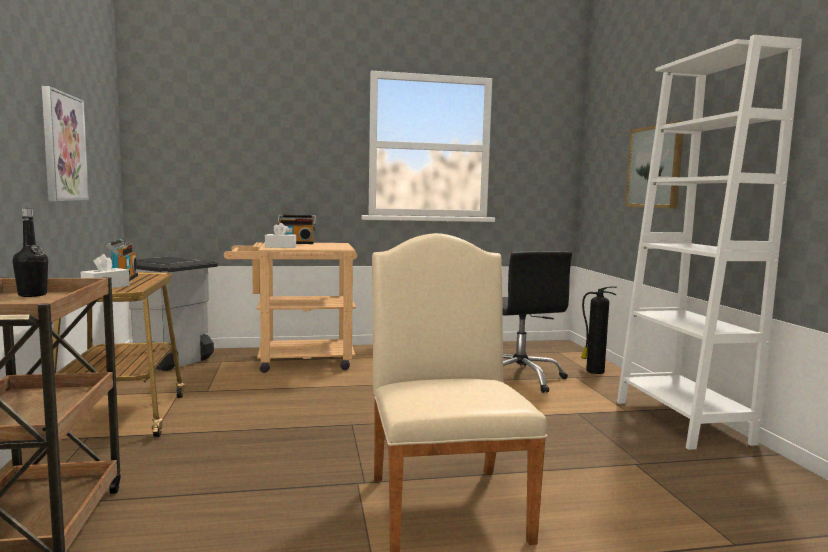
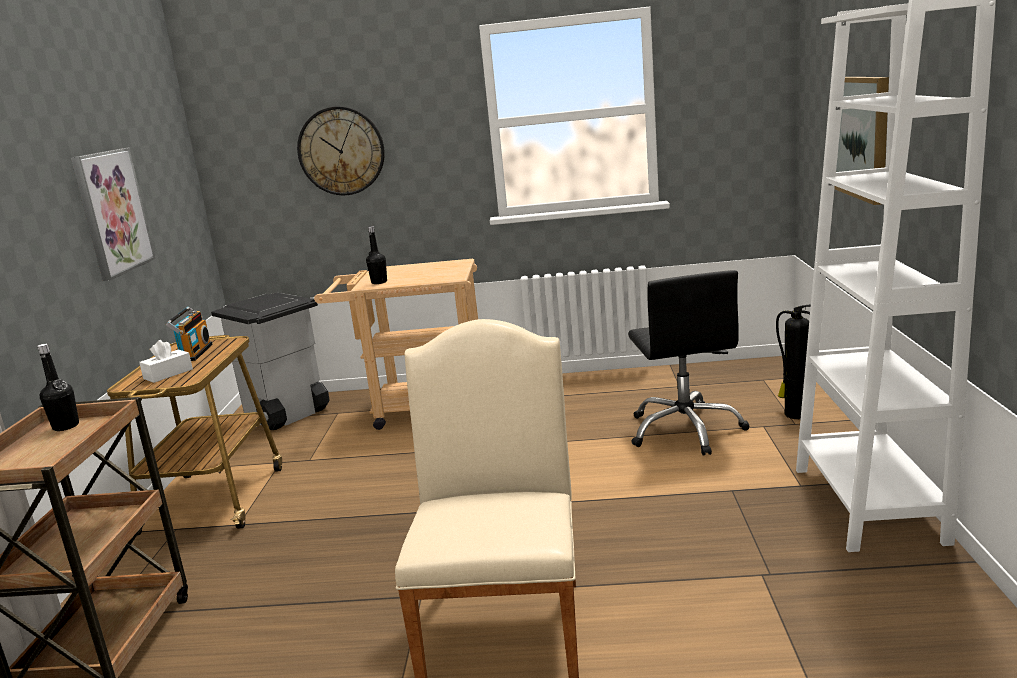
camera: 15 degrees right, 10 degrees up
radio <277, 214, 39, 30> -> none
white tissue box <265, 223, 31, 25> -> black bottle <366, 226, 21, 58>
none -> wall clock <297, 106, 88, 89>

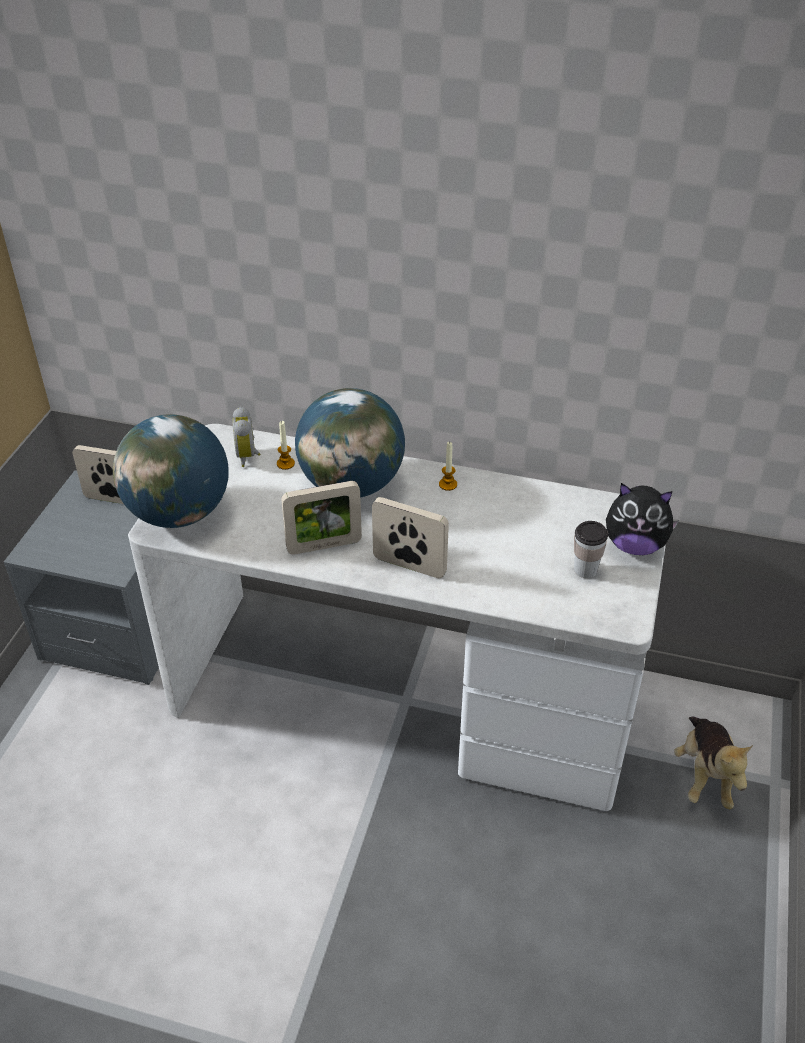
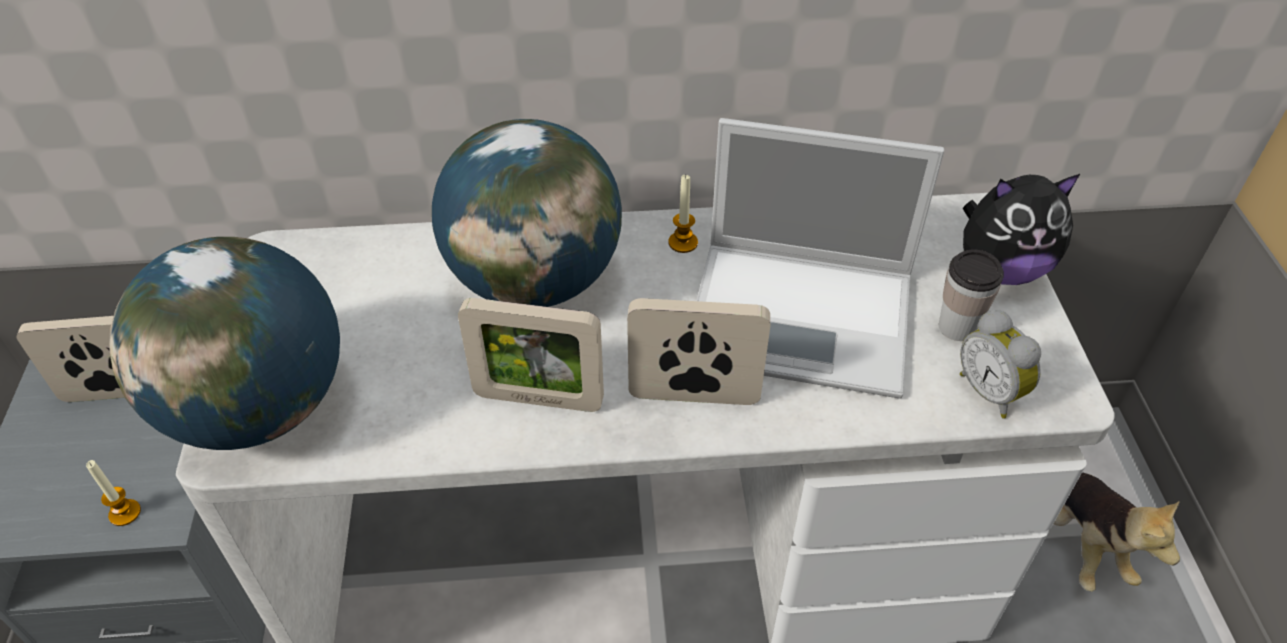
camera: 20 degrees left, 5 degrees up
alarm clock <232, 407, 28, 60> -> alarm clock <960, 309, 81, 109>, relocated
candle <277, 421, 18, 49> -> candle <86, 460, 55, 66>, relocated
picture frame <281, 481, 81, 74> -> picture frame <458, 298, 146, 114>, 45 degrees clockwise
none -> laptop <696, 118, 248, 281>

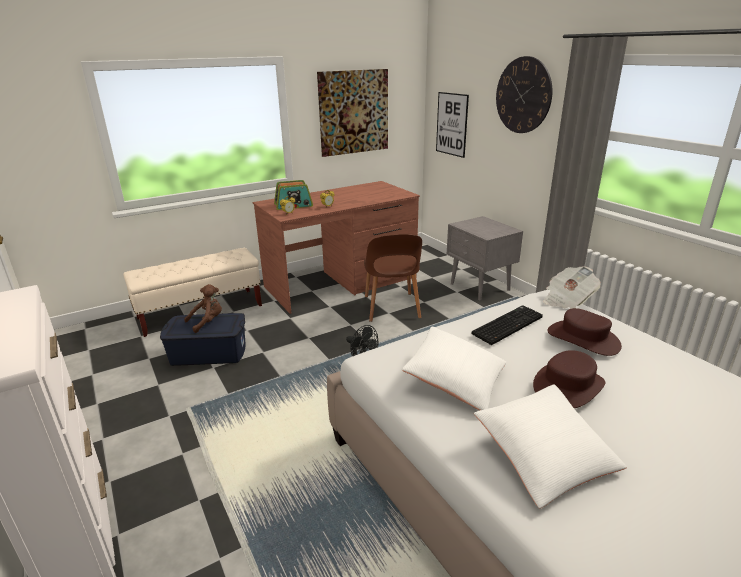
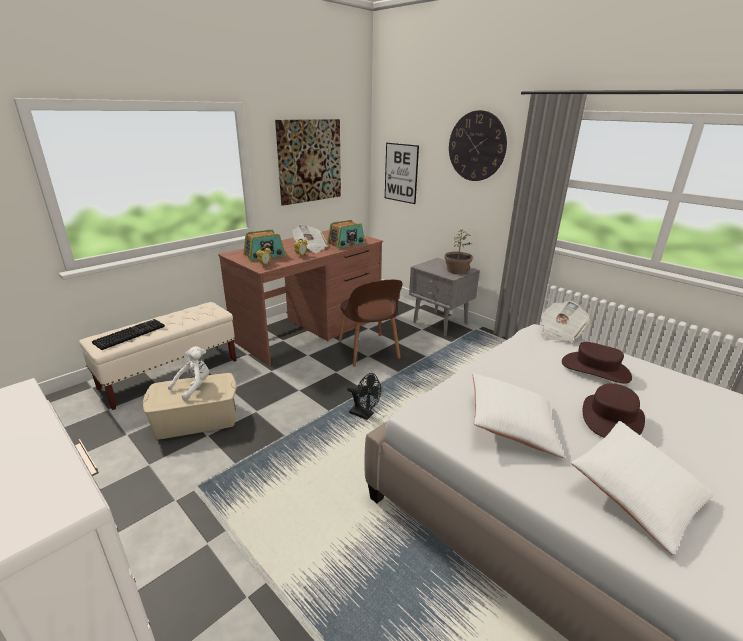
camera: 15 degrees left, 0 degrees up
brown plush toy <184, 284, 38, 49> -> white plush toy <168, 346, 41, 55>
keyboard <471, 305, 72, 40> -> keyboard <92, 319, 73, 31>, relocated
blue storage box <160, 313, 86, 53> -> beige storage box <143, 373, 94, 67>
none -> radio <327, 220, 38, 29>
none -> newspaper <292, 225, 36, 28>
none -> potted plant <444, 230, 29, 44>

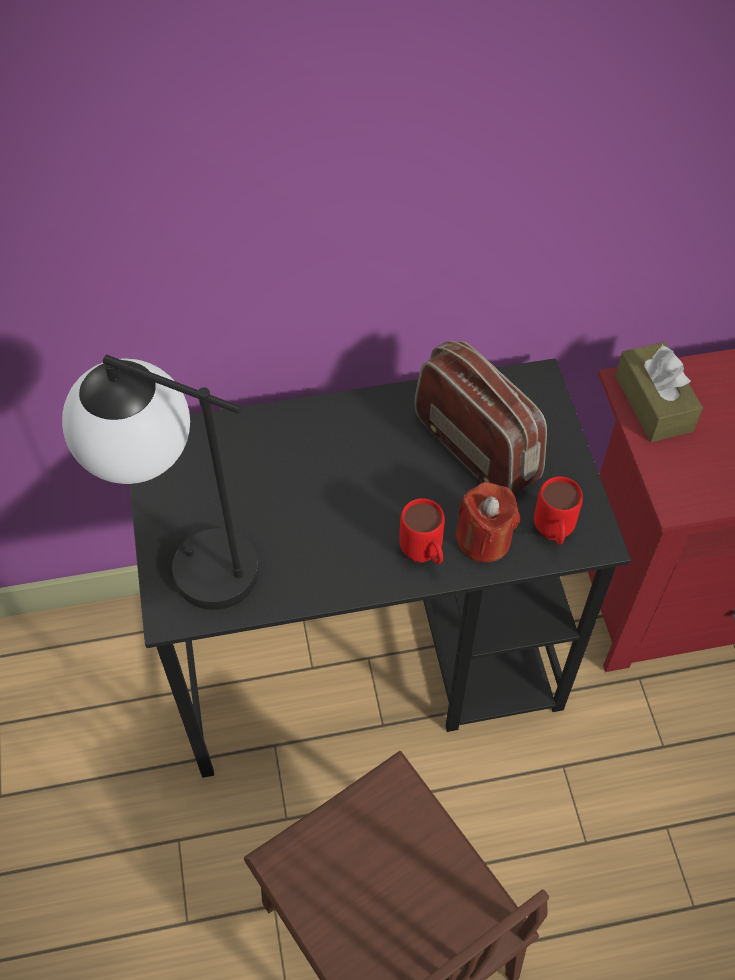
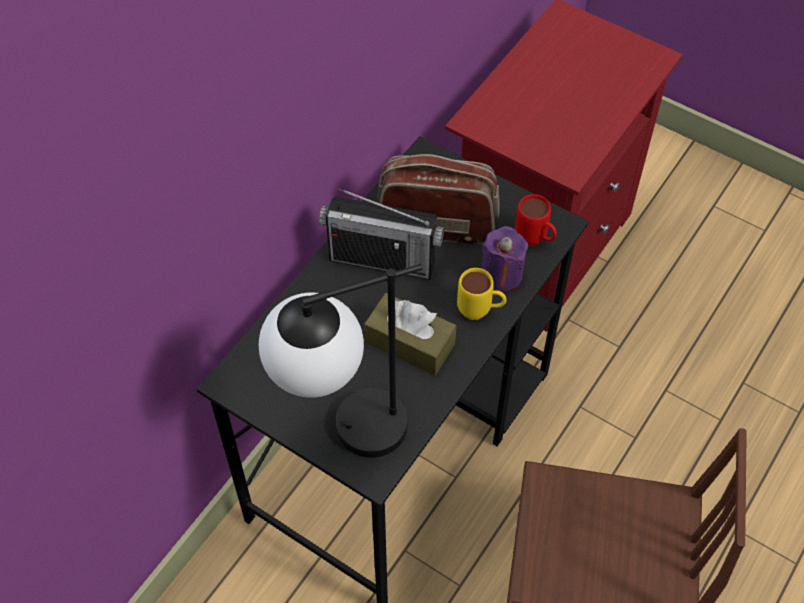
camera: 45 degrees left, 0 degrees up
brown tissue box <615, 342, 88, 100> -> brown tissue box <364, 293, 93, 82>, relocated
red candle <455, 482, 65, 81> -> purple candle <481, 226, 47, 66>
red mug <399, 498, 46, 66> -> yellow mug <457, 268, 50, 52>
none -> radio <319, 188, 125, 92>

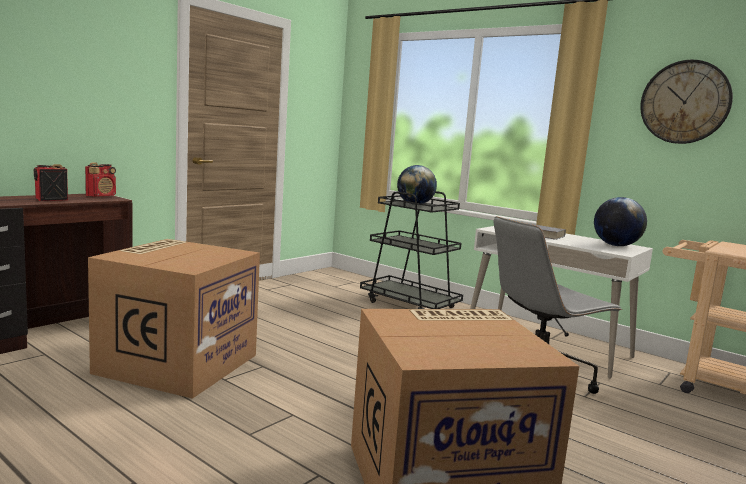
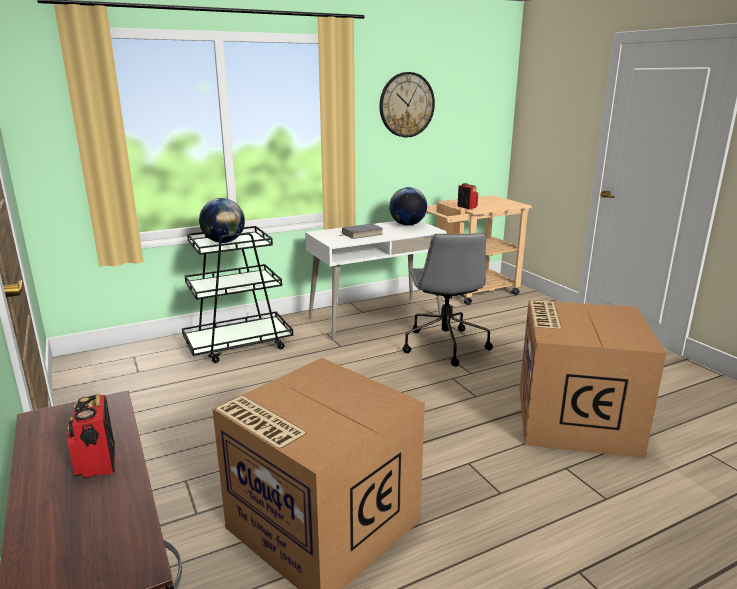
camera: 65 degrees left, 10 degrees up
radio <85, 162, 31, 35> -> radio <457, 183, 21, 26>, relocated

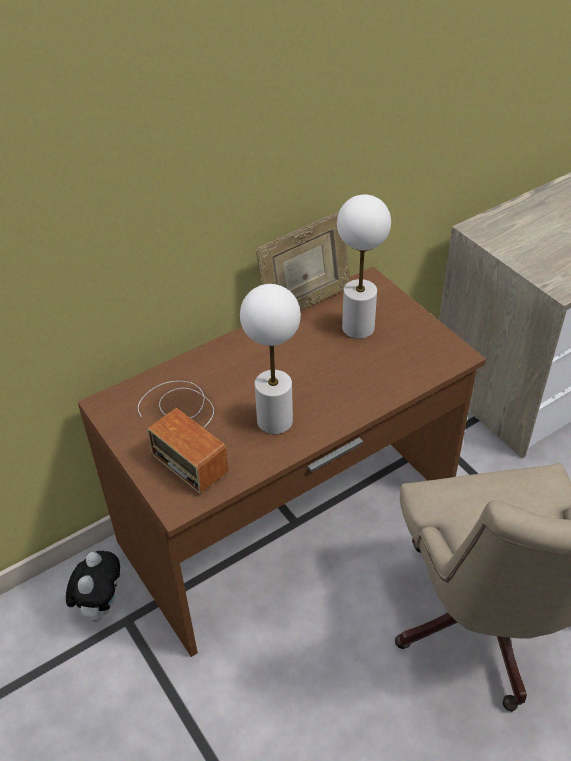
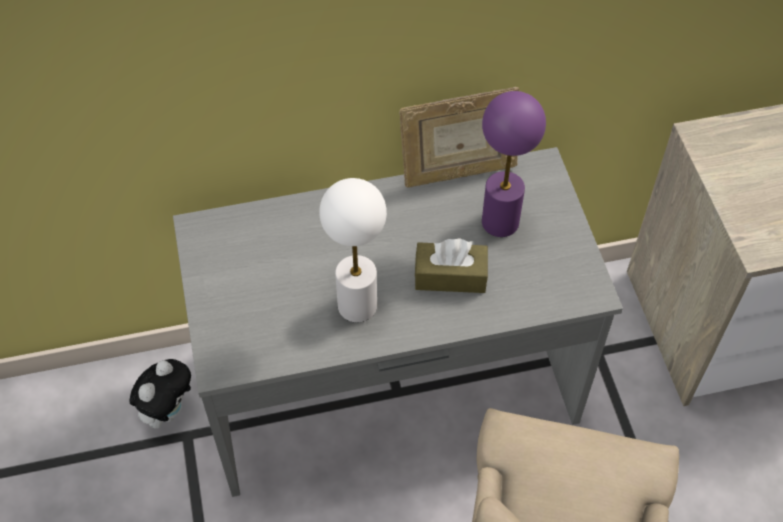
camera: 20 degrees right, 10 degrees up
white table lamp <337, 194, 54, 145> -> purple table lamp <482, 91, 64, 146>
brown desk <78, 267, 408, 390> -> grey desk <173, 147, 450, 350>
radio <138, 381, 91, 113> -> none
none -> brown tissue box <415, 239, 73, 54>

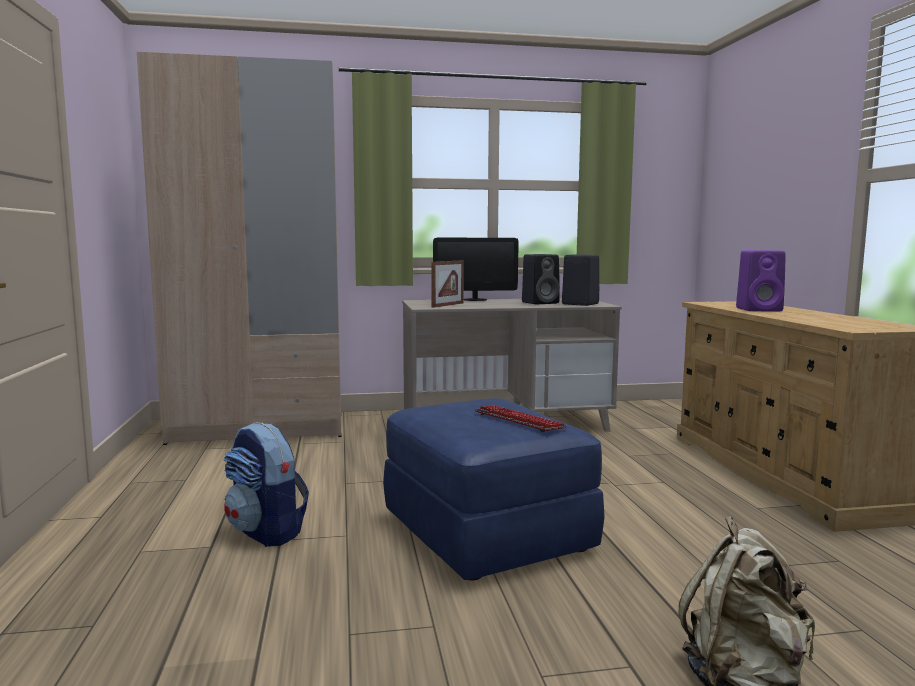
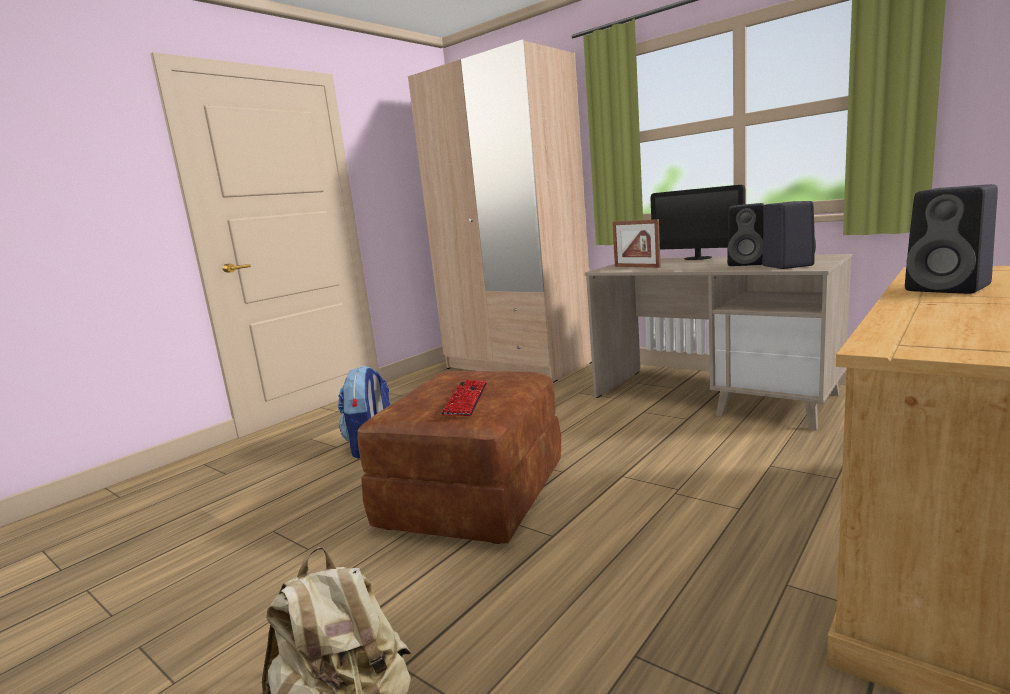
camera: 50 degrees right, 5 degrees up
purple speaker <736, 250, 50, 62> -> black speaker <905, 184, 93, 110>
picture frame <431, 260, 33, 48> -> picture frame <612, 219, 49, 49>, 60 degrees clockwise
blue ottoman <383, 398, 222, 183> -> brown ottoman <357, 371, 204, 173>

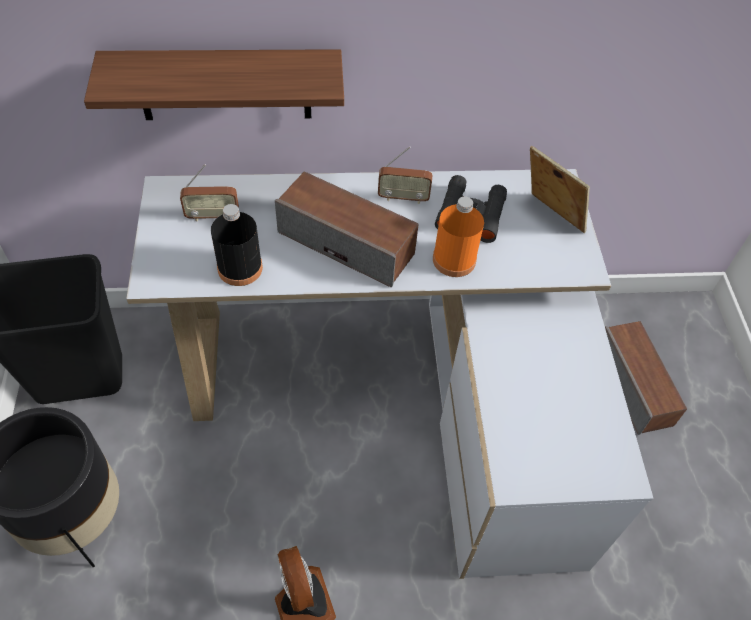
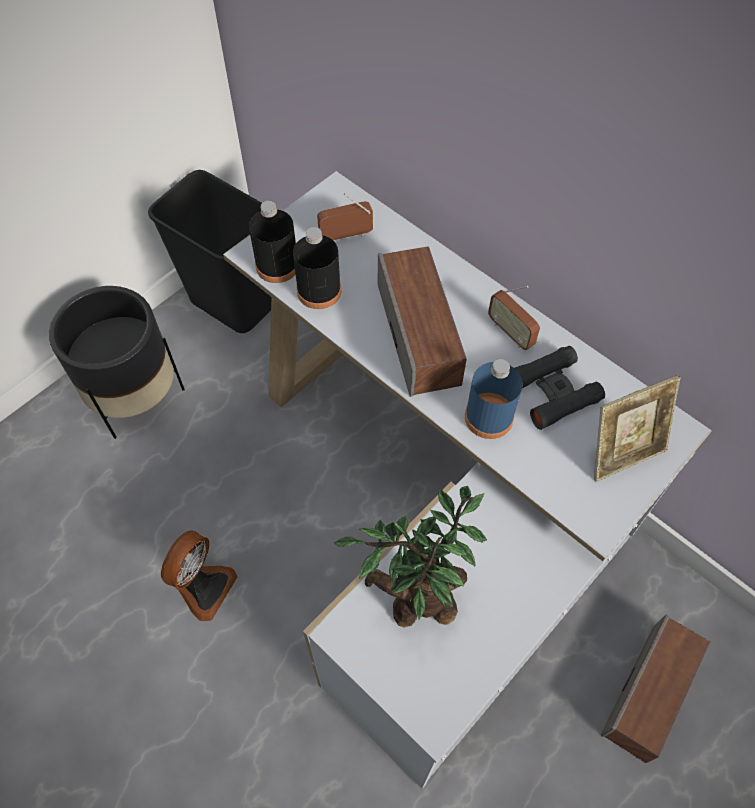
camera: 50 degrees right, 5 degrees up
shelf <84, 49, 260, 71> -> none
picture frame <530, 146, 60, 87> -> picture frame <594, 375, 86, 107>, 60 degrees clockwise
radio <180, 164, 59, 57> -> radio <317, 193, 56, 47>, 120 degrees clockwise
orange bottle <433, 197, 51, 80> -> blue bottle <465, 359, 58, 80>
none -> black bottle <249, 201, 47, 82>
none -> potted plant <334, 486, 153, 142>

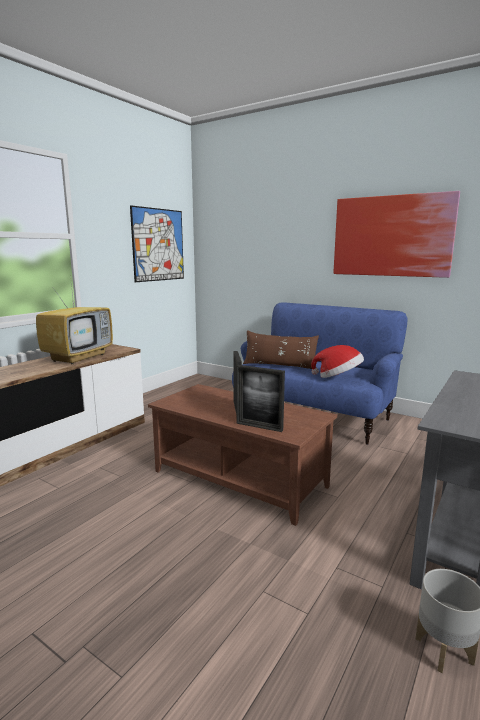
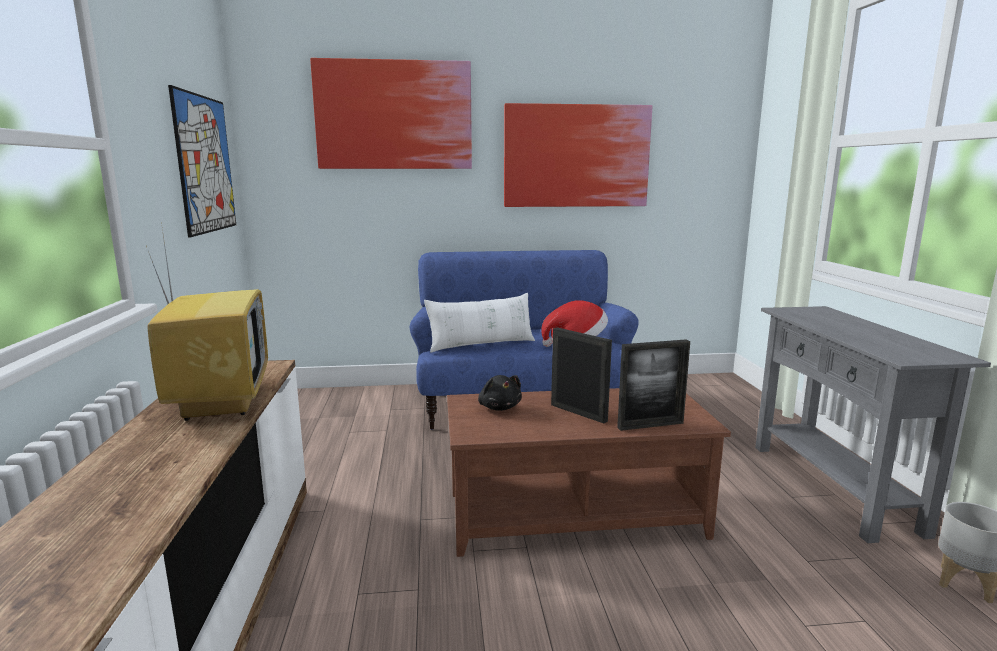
camera: 40 degrees left, 0 degrees up
brown pillow <243, 330, 76, 39> -> white pillow <424, 293, 111, 60>
none -> picture <310, 58, 162, 111>
none -> black plush toy <478, 375, 44, 36>

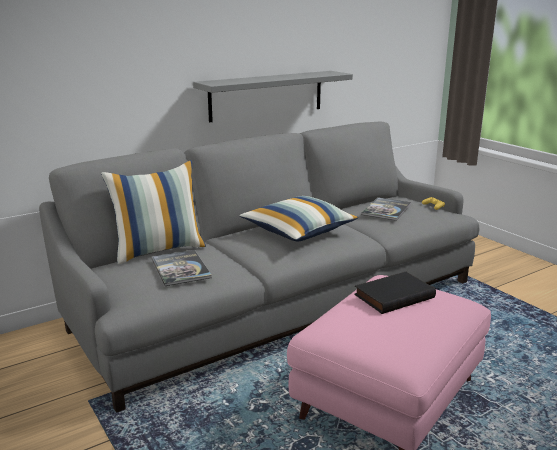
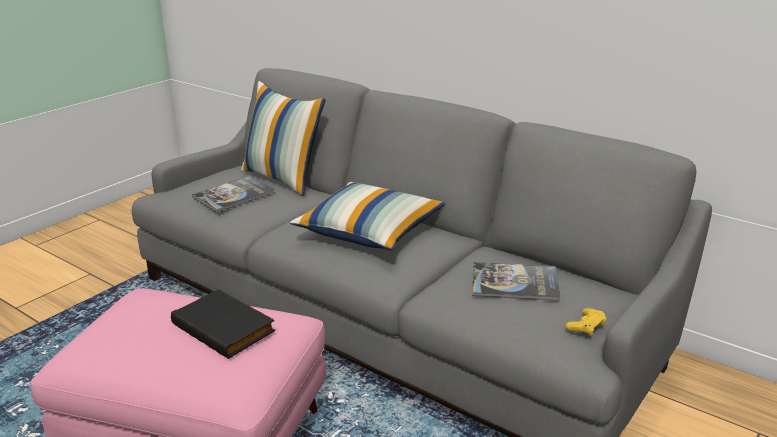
camera: 70 degrees right, 5 degrees up
grey shelf <193, 71, 160, 51> -> none

